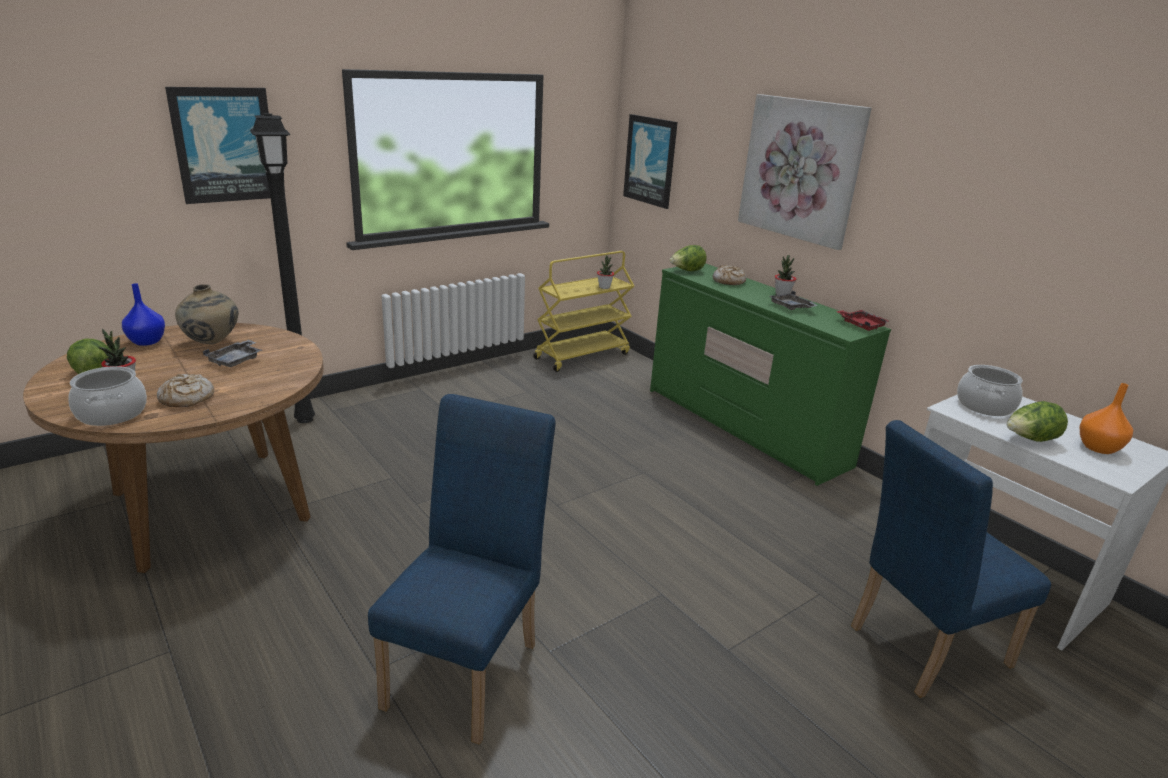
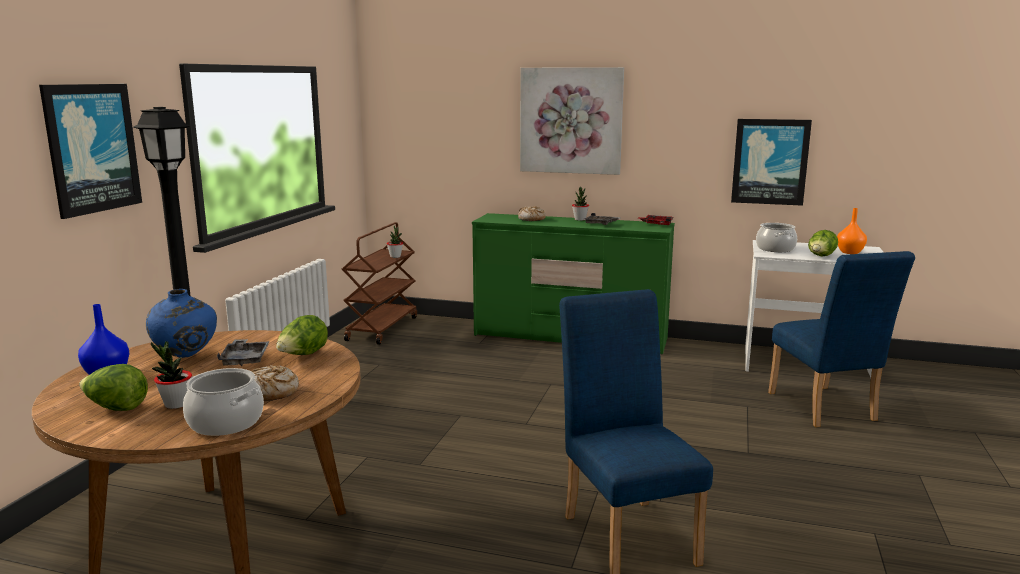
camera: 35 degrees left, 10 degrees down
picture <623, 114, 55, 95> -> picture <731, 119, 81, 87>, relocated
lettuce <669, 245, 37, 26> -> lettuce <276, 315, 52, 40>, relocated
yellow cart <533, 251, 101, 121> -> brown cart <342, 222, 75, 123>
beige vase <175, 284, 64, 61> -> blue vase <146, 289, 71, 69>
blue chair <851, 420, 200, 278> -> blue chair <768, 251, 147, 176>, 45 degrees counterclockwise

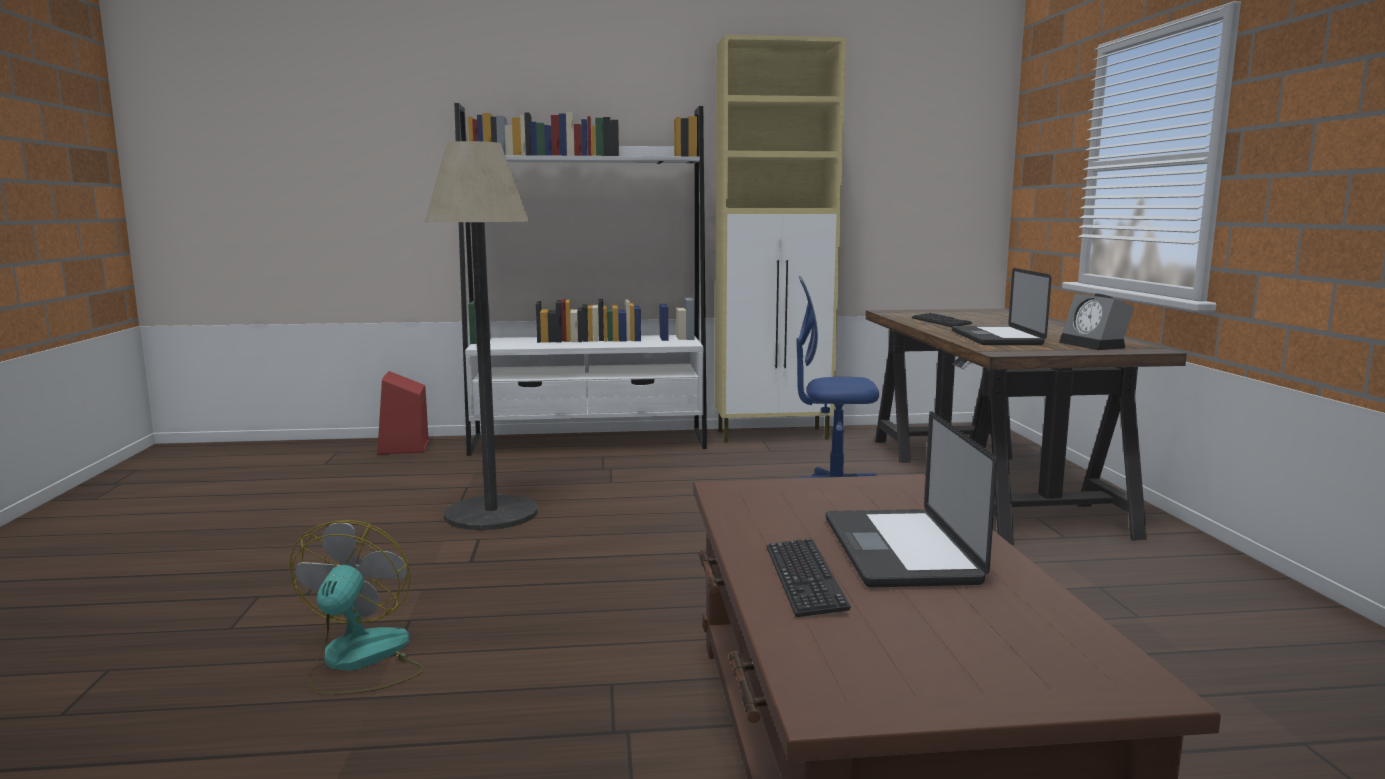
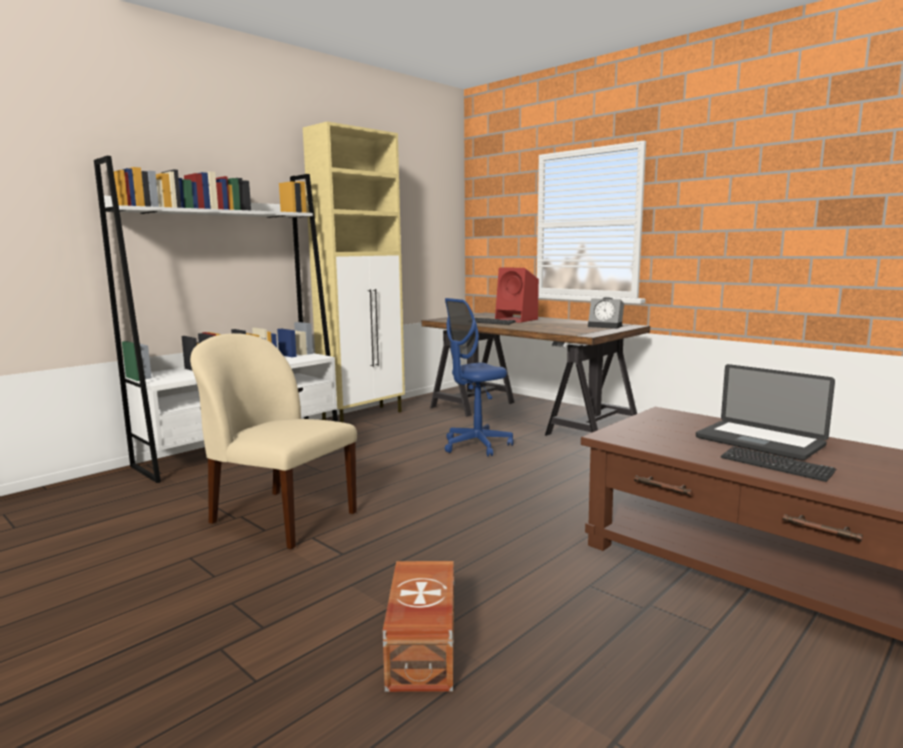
camera: 40 degrees left, 0 degrees up
floor lamp <425, 141, 113, 389> -> beige chair <190, 333, 167, 216>
laptop <952, 268, 100, 77> -> none
red speaker <377, 371, 52, 83> -> red speaker <495, 267, 44, 56>, relocated
fan <290, 520, 134, 175> -> brown storage box <383, 561, 71, 131>

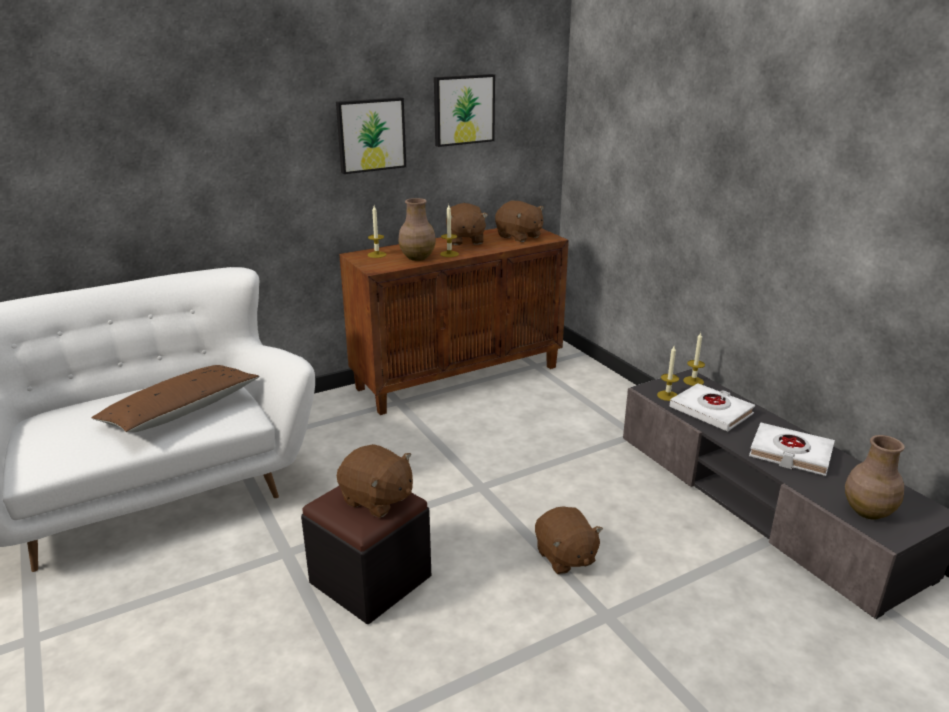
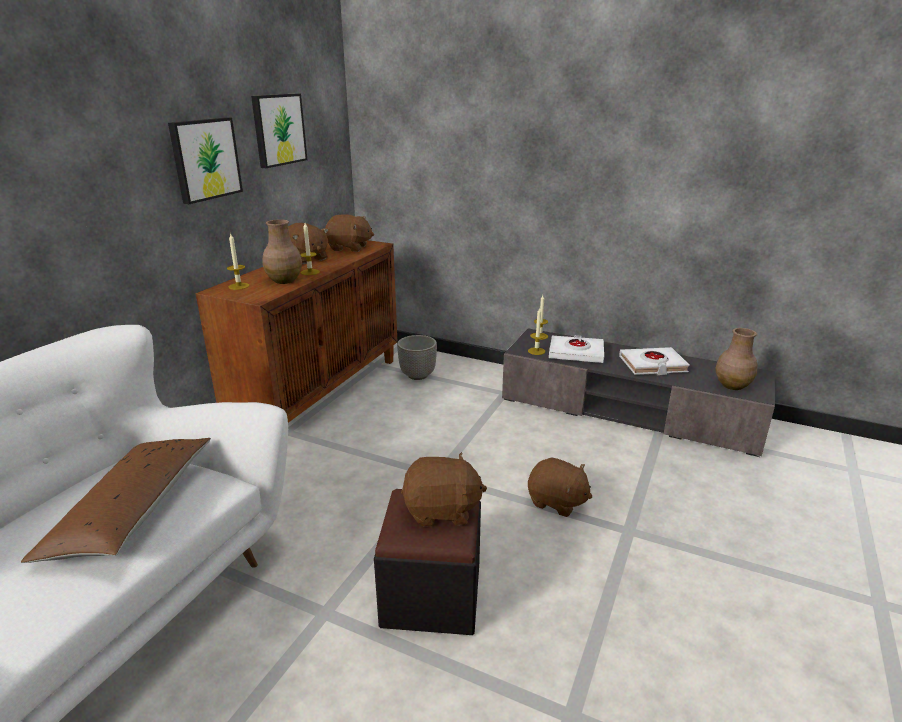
camera: 35 degrees left, 0 degrees up
none -> planter <397, 335, 40, 45>

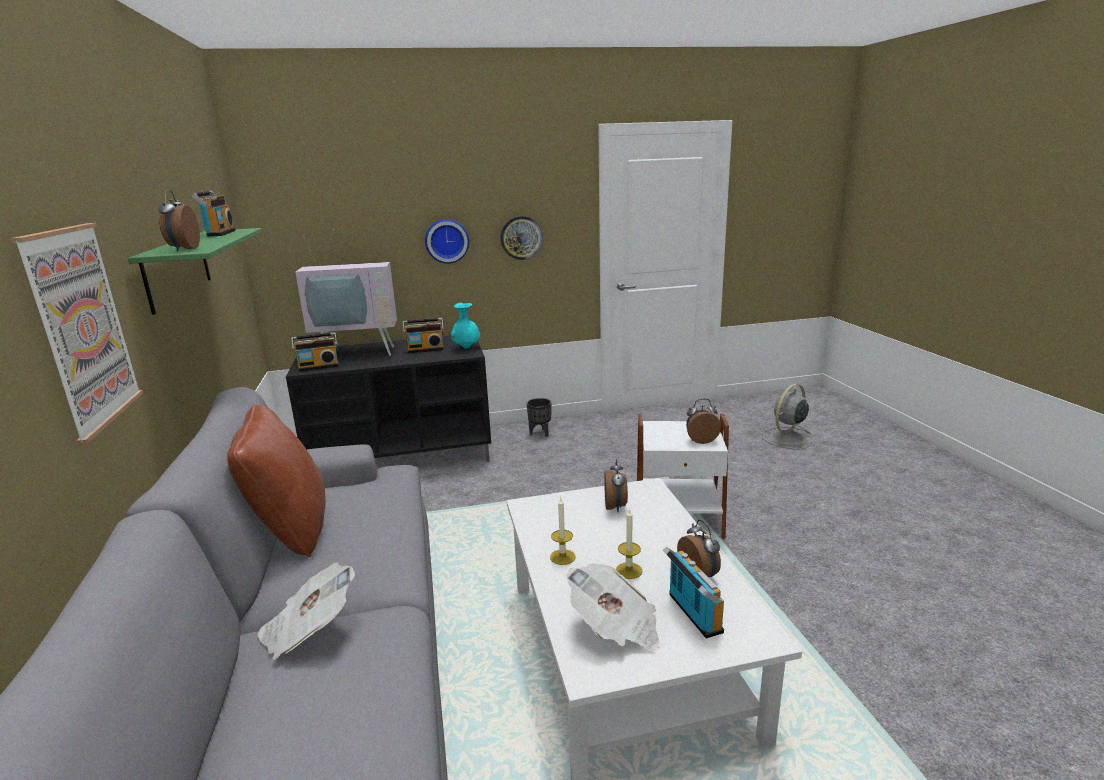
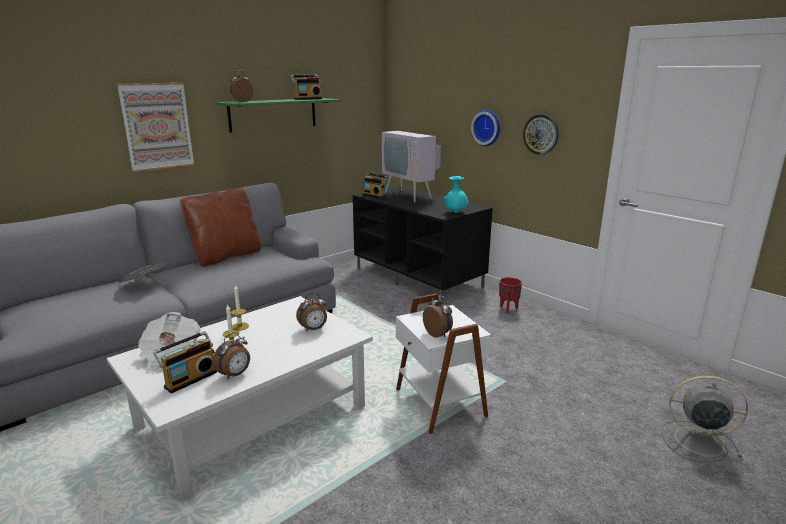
camera: 60 degrees right, 0 degrees up
radio <403, 318, 41, 35> -> none
black planter <527, 398, 24, 39> -> red planter <499, 277, 23, 36>

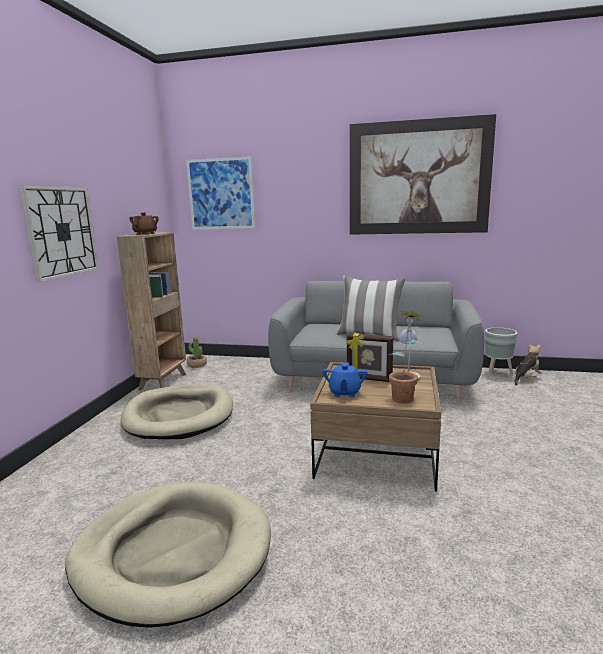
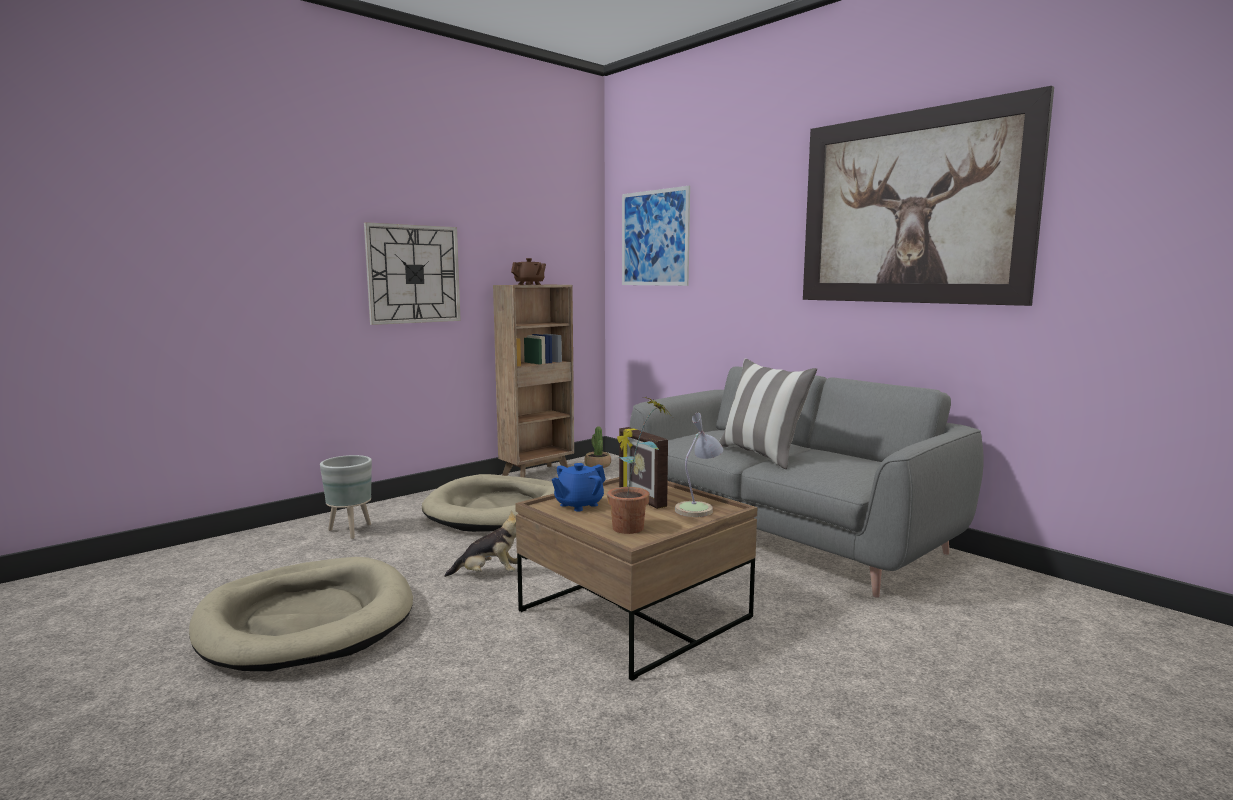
camera: 35 degrees right, 5 degrees down
grey planter <485, 327, 32, 49> -> grey planter <320, 455, 52, 84>, relocated
plush toy <515, 343, 27, 43> -> plush toy <444, 510, 73, 67>, relocated

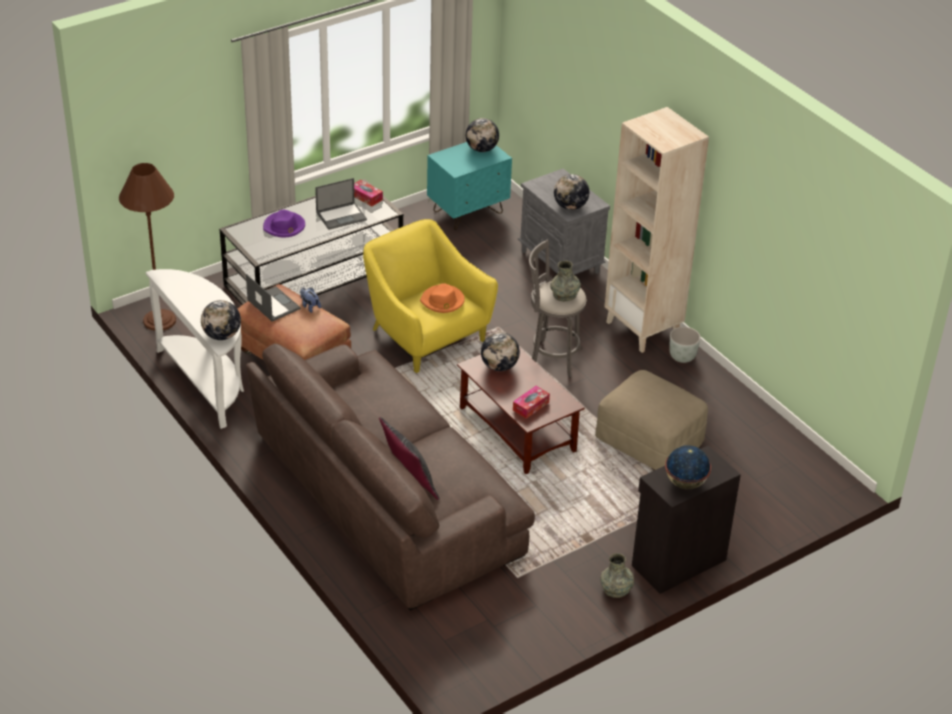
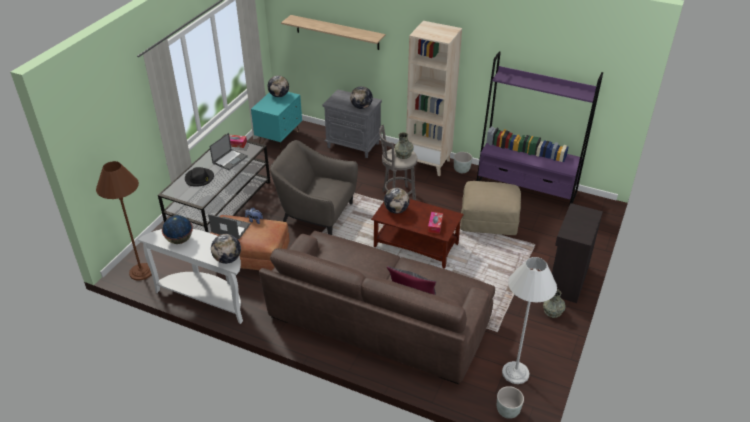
camera: 30 degrees left, 0 degrees up
purple hat <263, 210, 42, 27> -> black hat <185, 167, 29, 20>
yellow armchair <363, 219, 135, 154> -> grey armchair <270, 140, 88, 95>
orange hat <420, 283, 45, 30> -> none
globe <665, 445, 46, 44> -> globe <162, 215, 31, 29>, relocated
none -> shelf <281, 15, 105, 35>
none -> purple bookcase <476, 51, 127, 155>
none -> white floor lamp <502, 257, 55, 127>
none -> grey planter <497, 386, 27, 33>

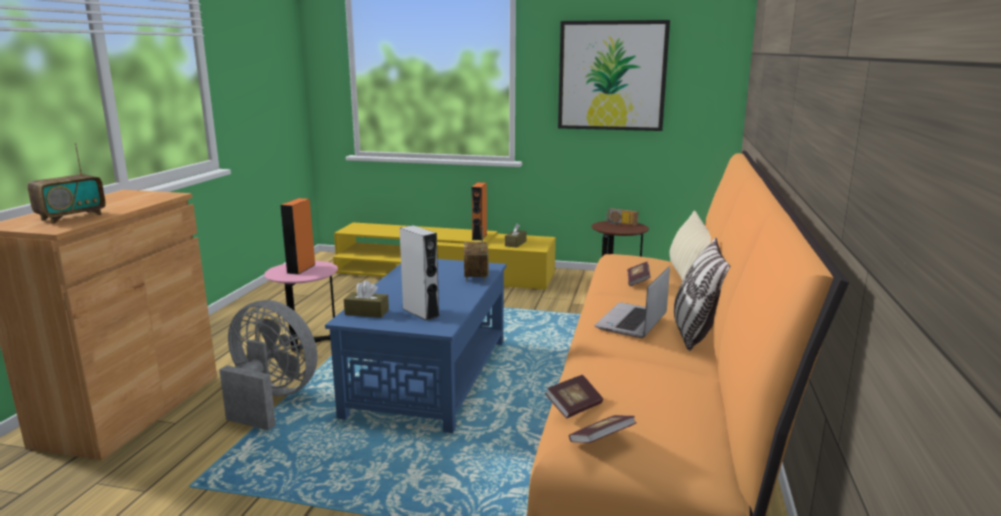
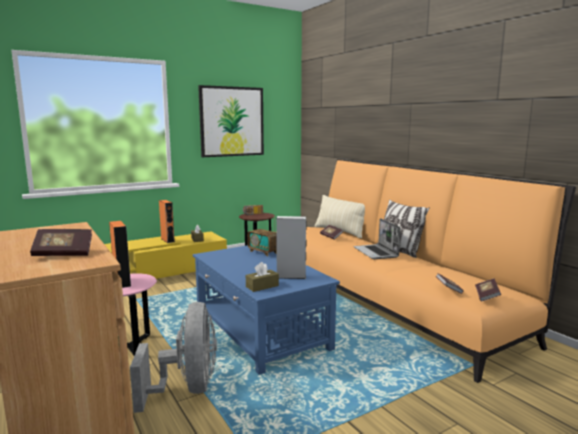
camera: 45 degrees left, 5 degrees down
radio <27, 143, 79, 81> -> book <30, 229, 62, 27>
grey fan <219, 300, 98, 131> -> grey fan <130, 302, 87, 111>, 105 degrees clockwise

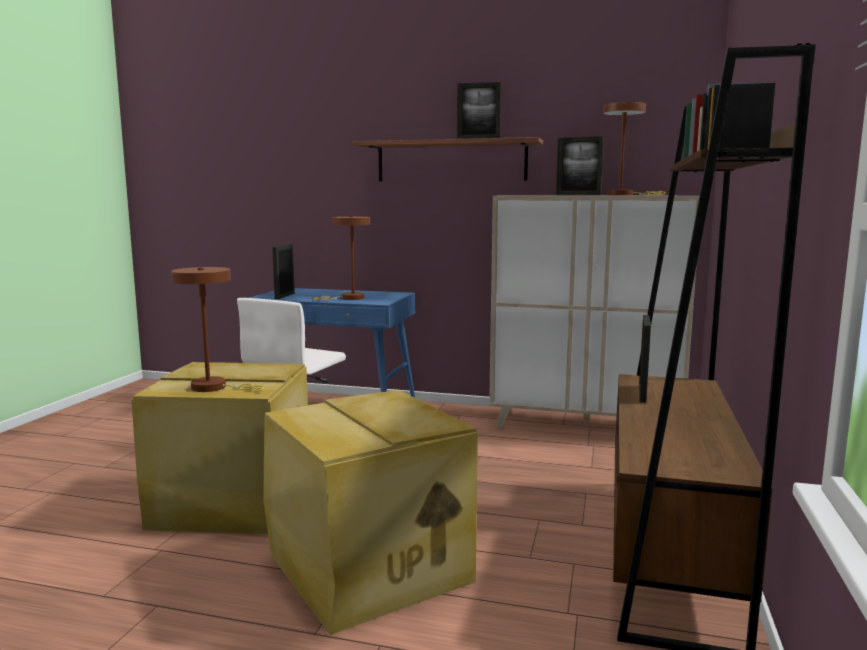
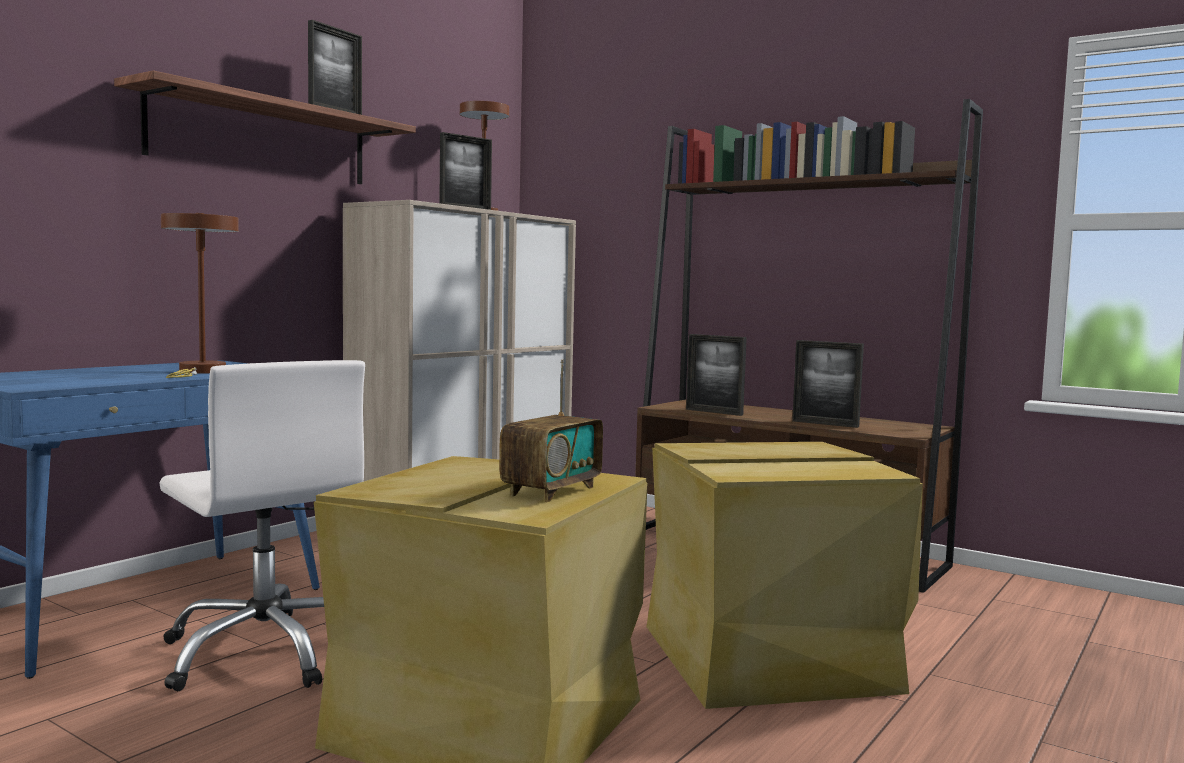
camera: 70 degrees left, 5 degrees down
picture frame <272, 244, 23, 55> -> picture frame <792, 340, 72, 88>, relocated
brown table lamp <171, 267, 93, 125> -> radio <499, 360, 104, 142>

